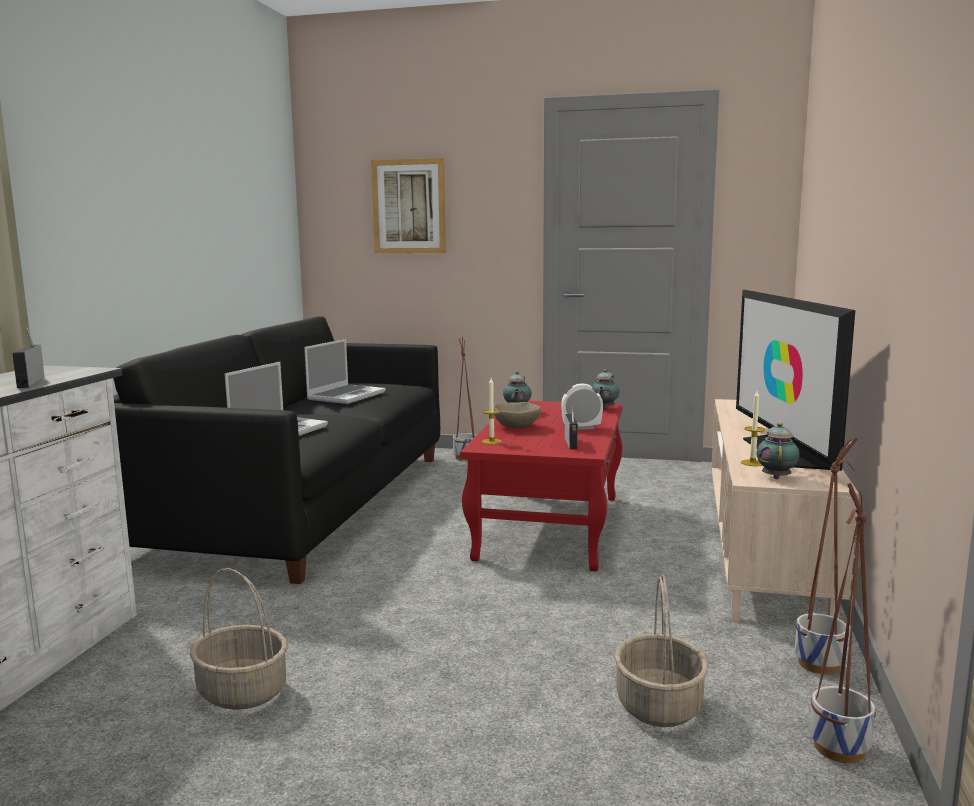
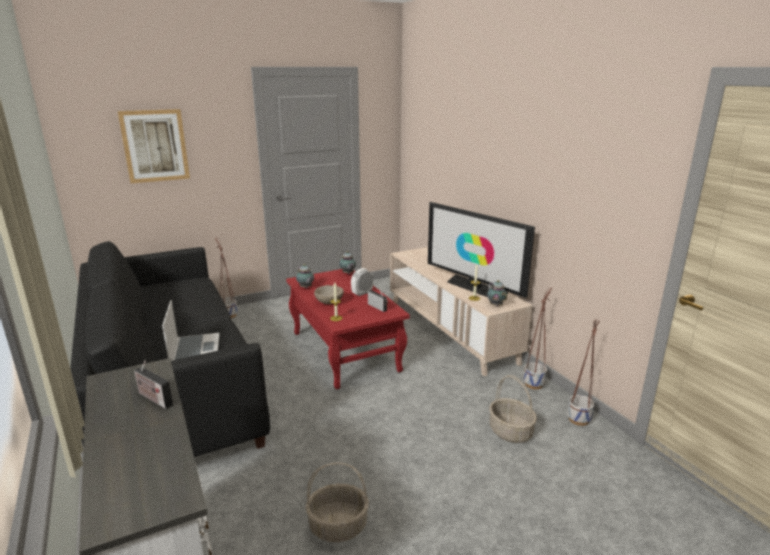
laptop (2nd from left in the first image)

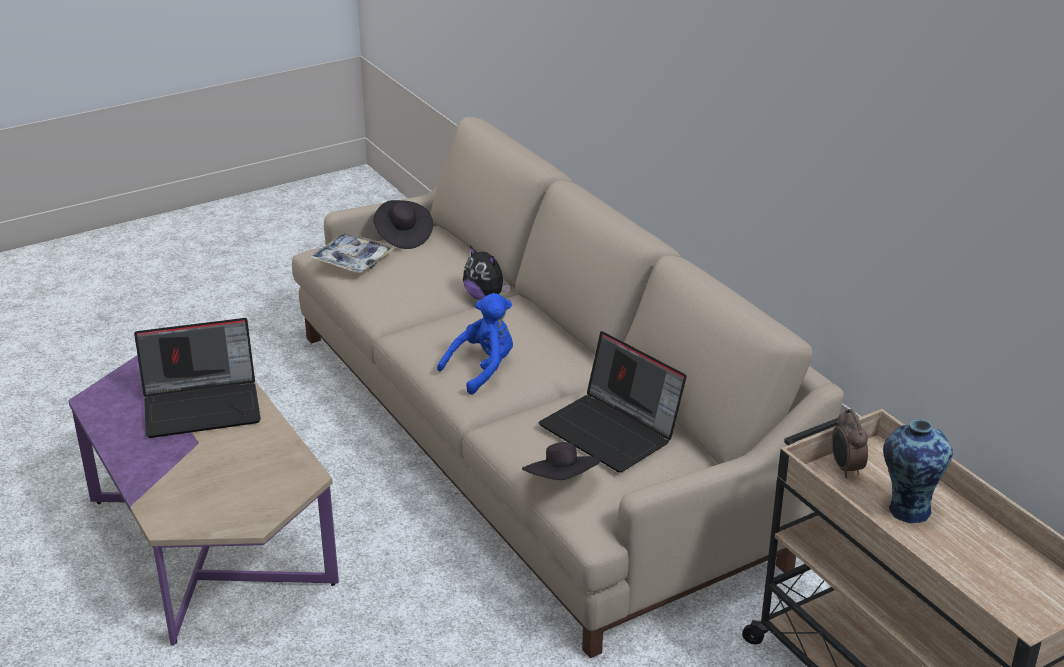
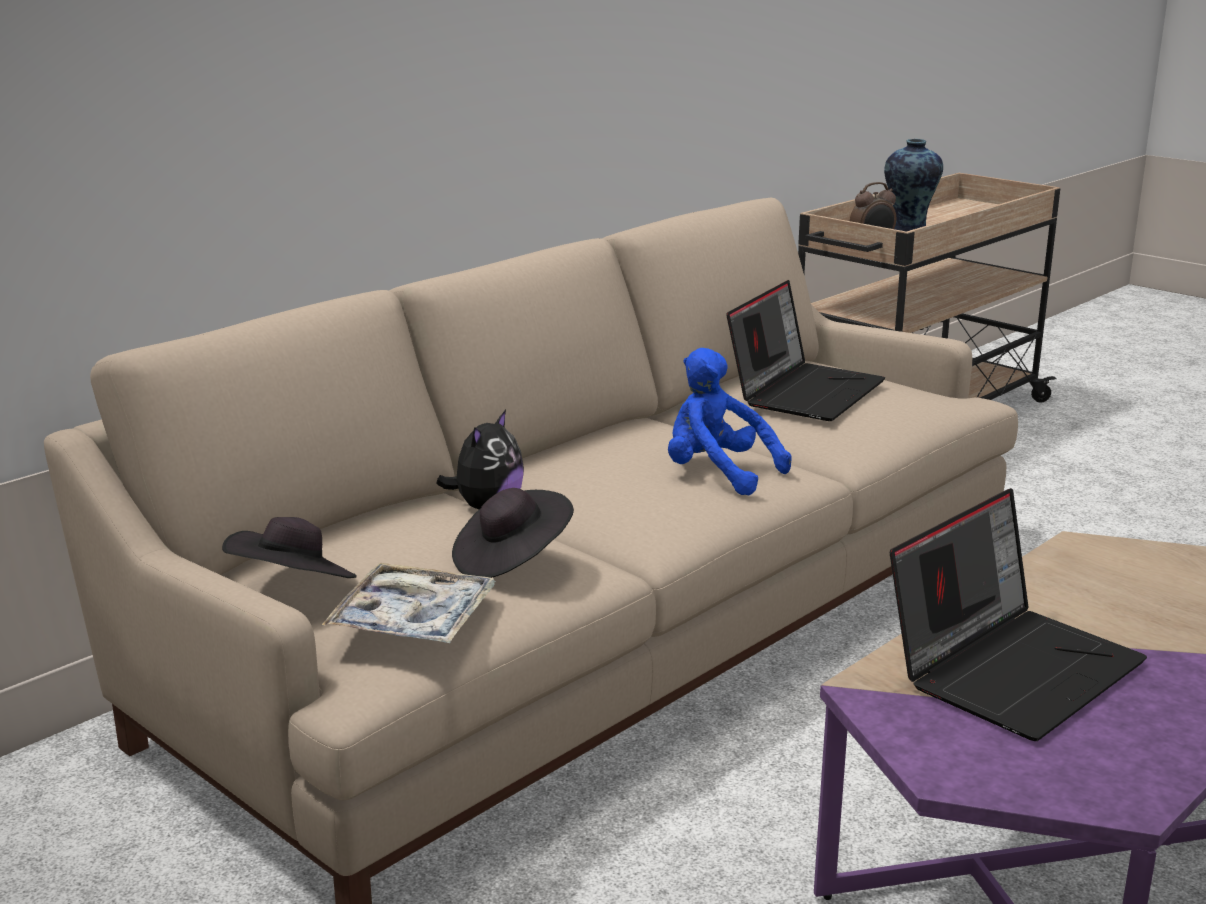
hat/black (2nd from left)
laptop (2nd from left)

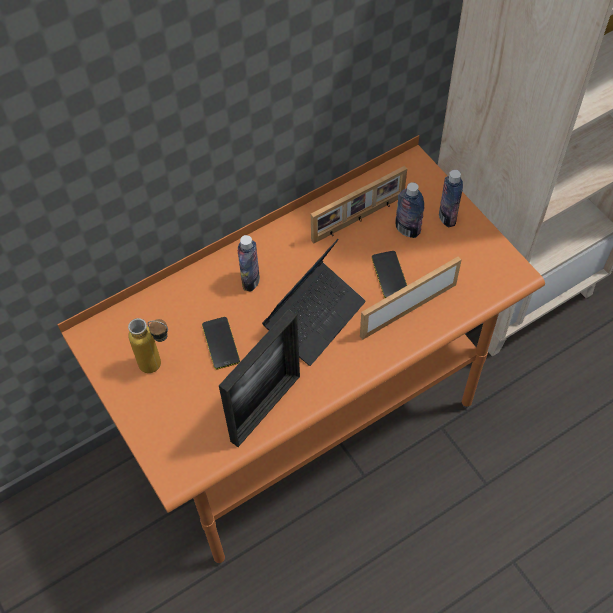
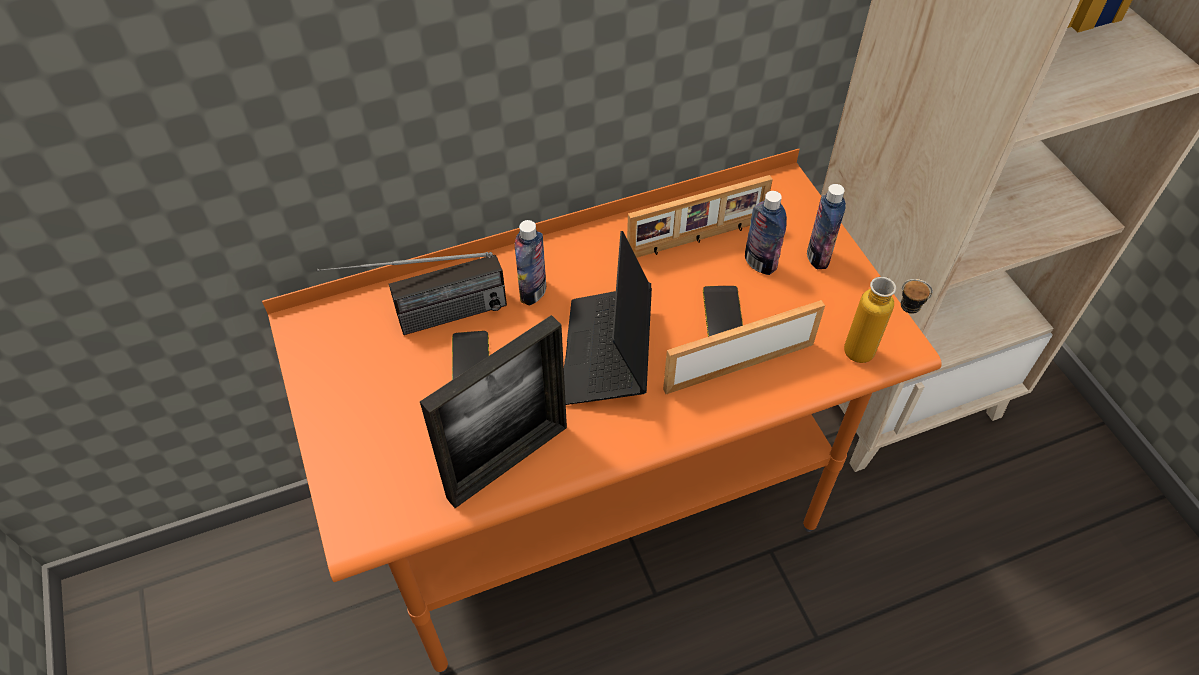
radio
laptop
bottle (4th from left)

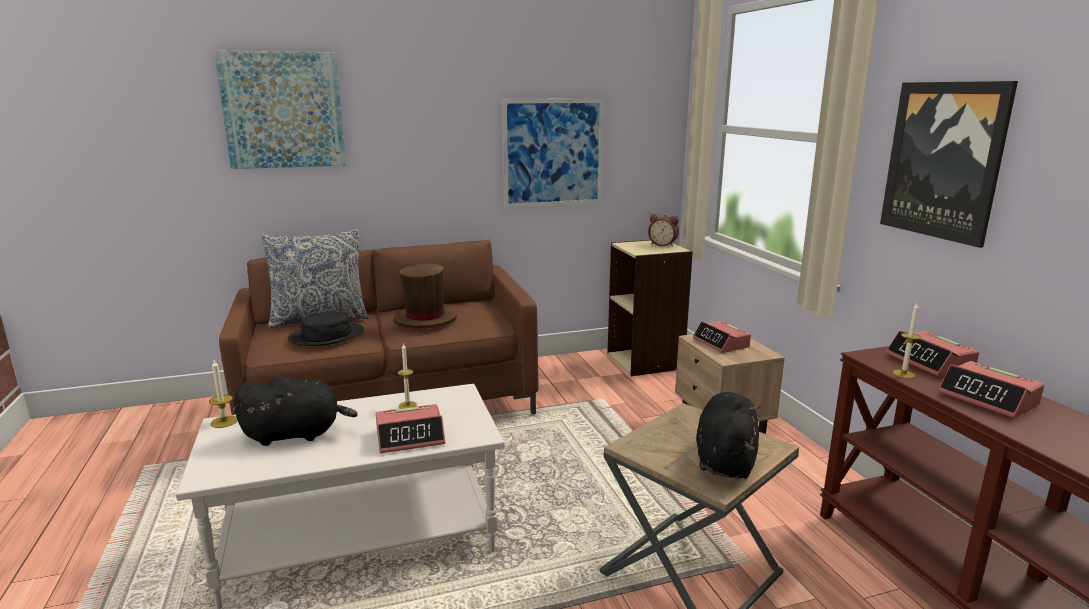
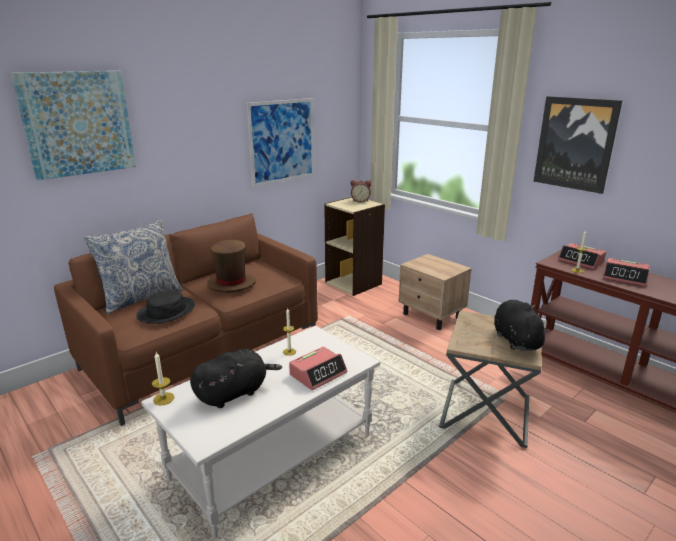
alarm clock (3rd from left in the first image)

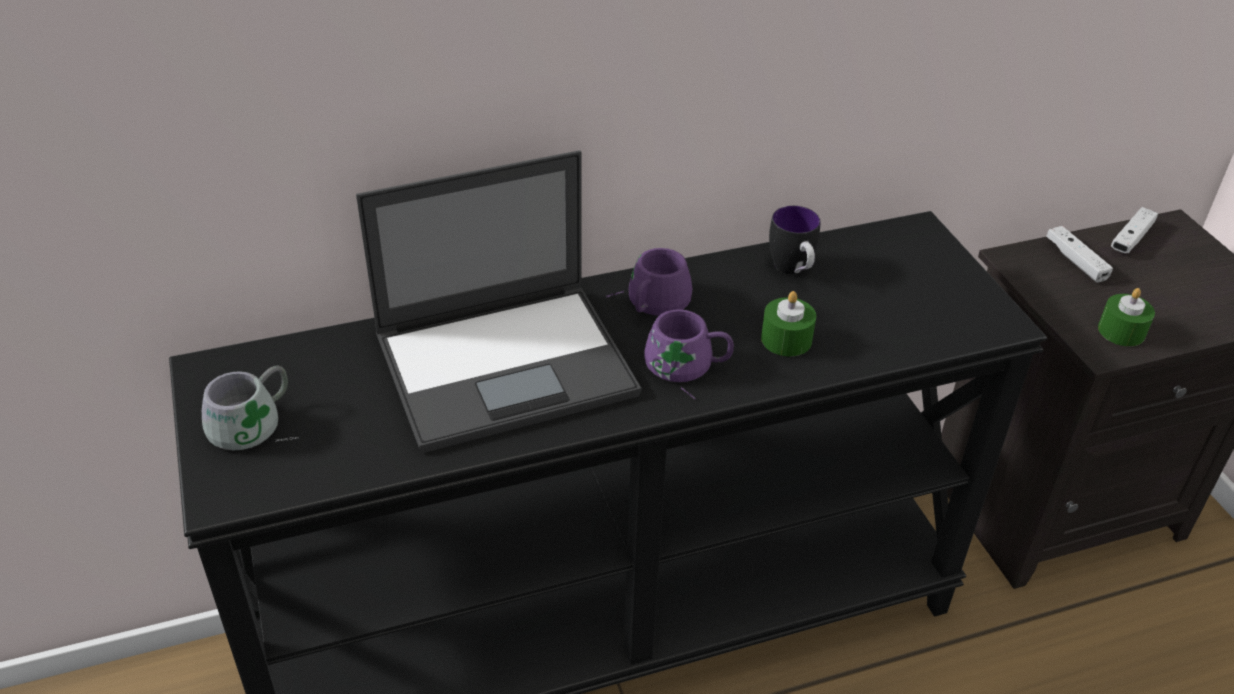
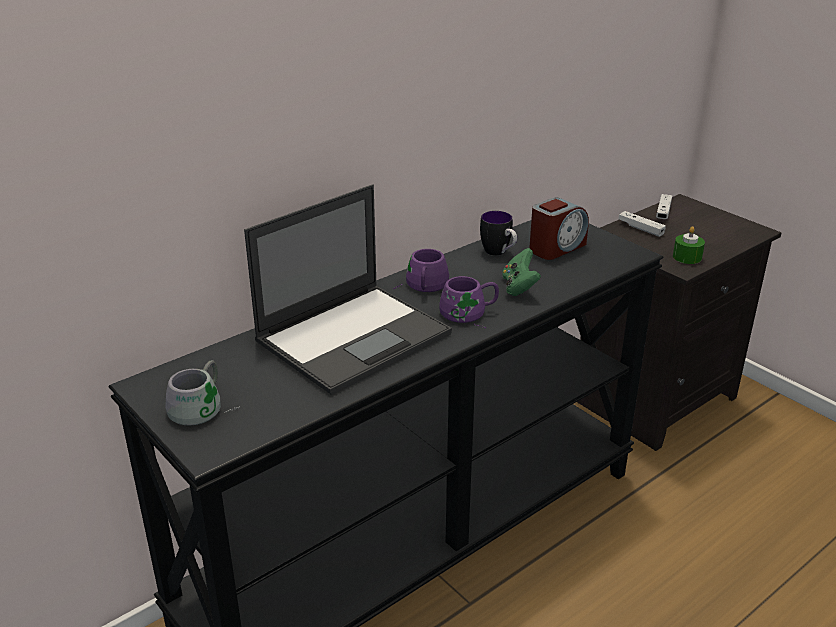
game controller/green
alarm clock

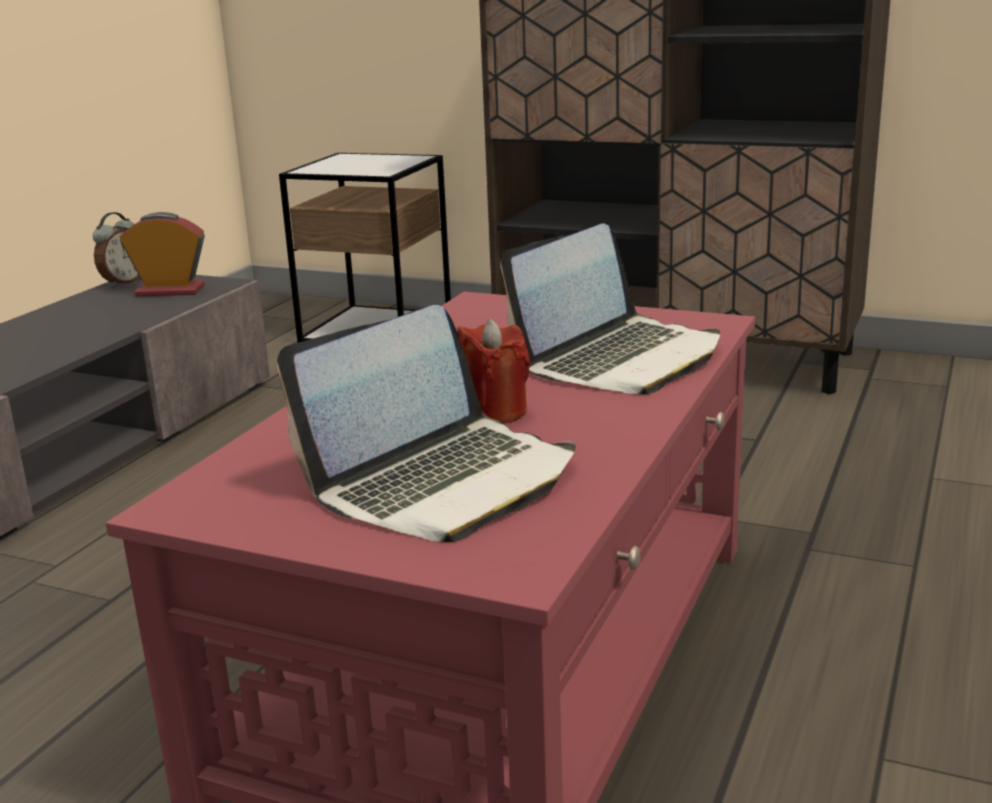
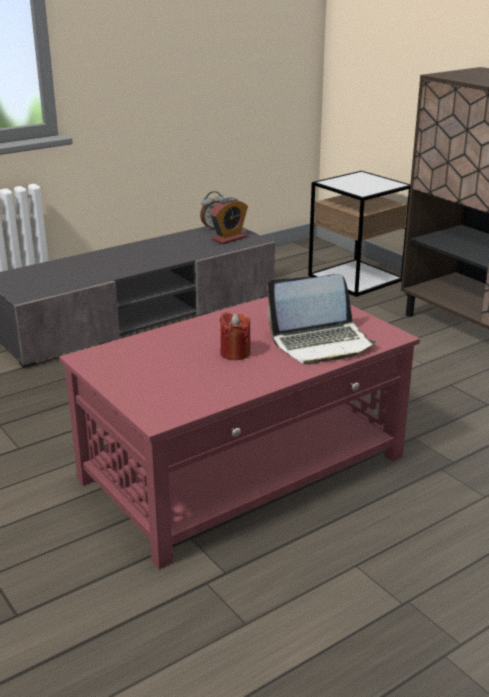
alarm clock (2nd from left)
laptop (1st from left in the first image)

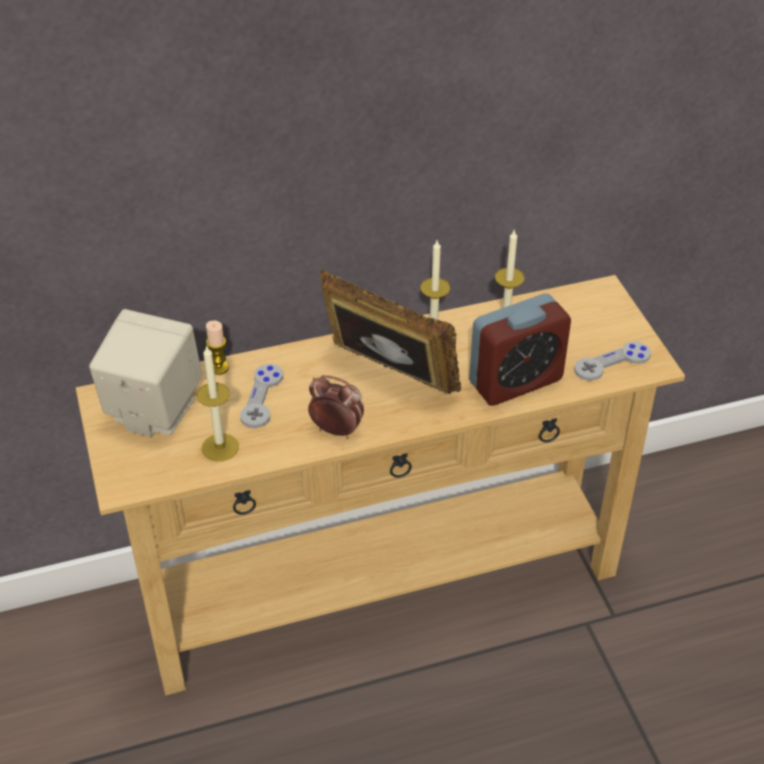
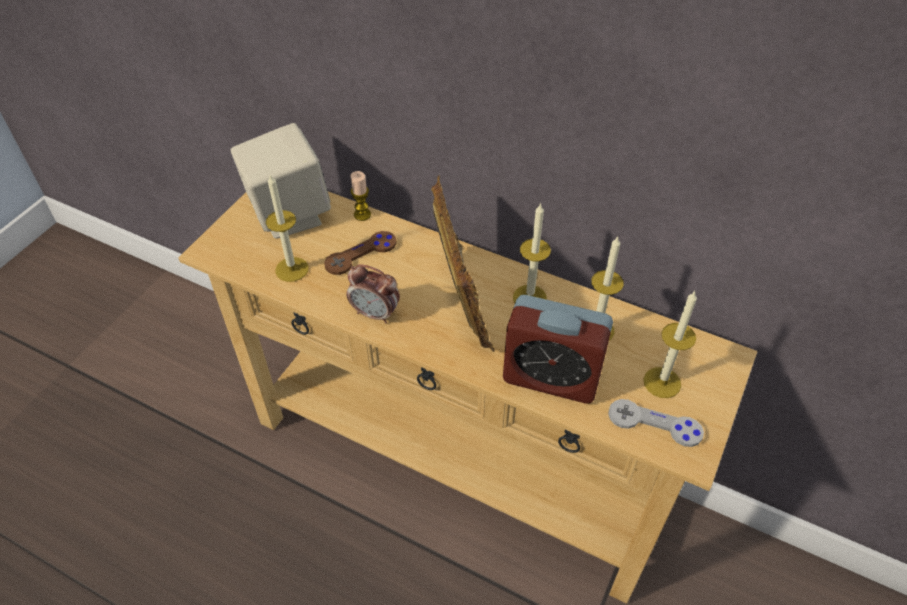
game controller/brown
alarm clock (1st from left)
candle (5th from left)

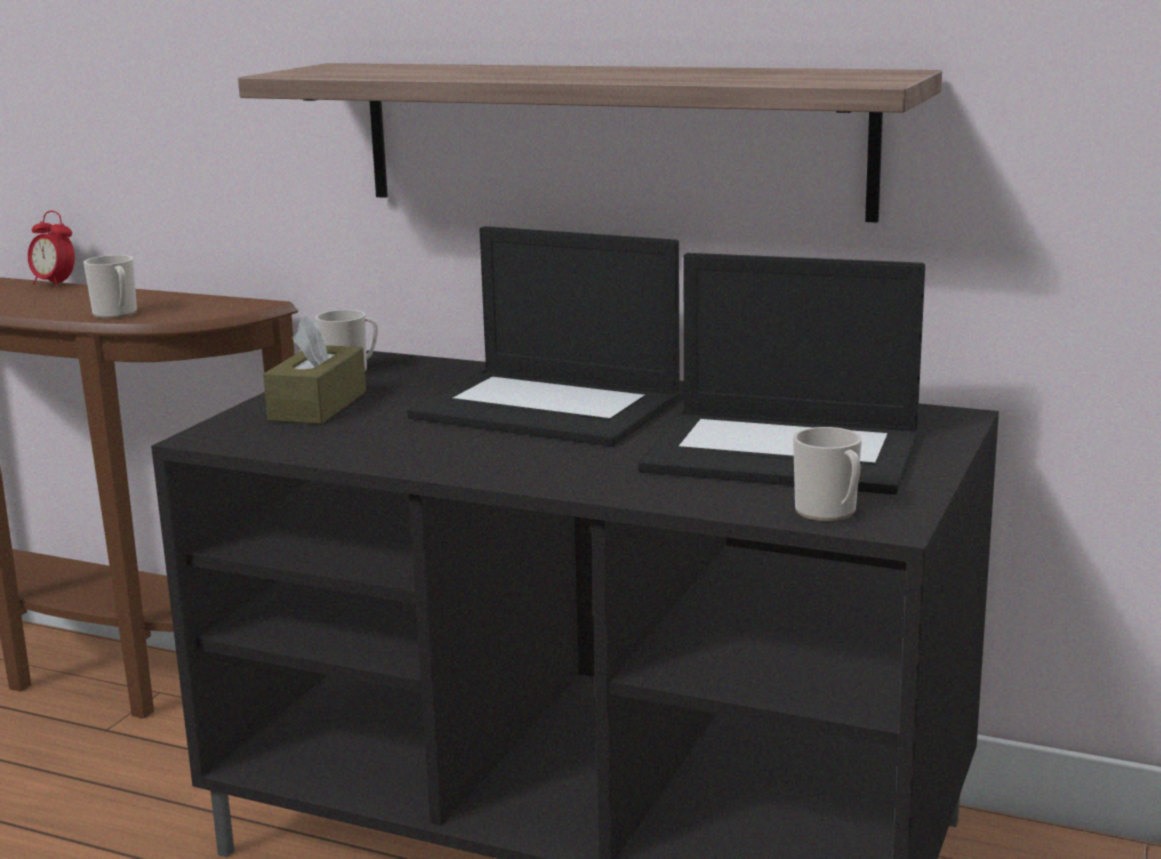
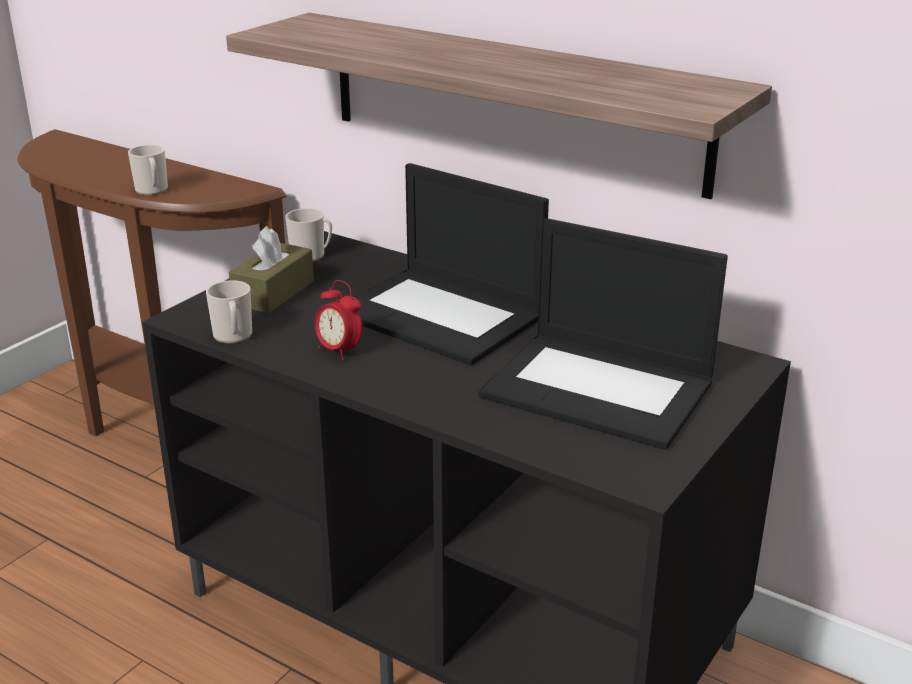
mug (2nd from left)
alarm clock

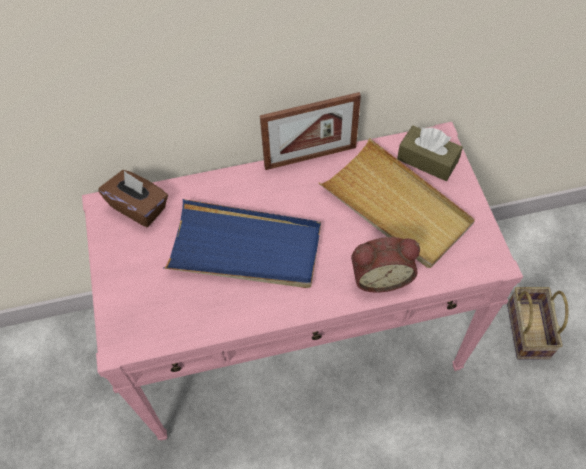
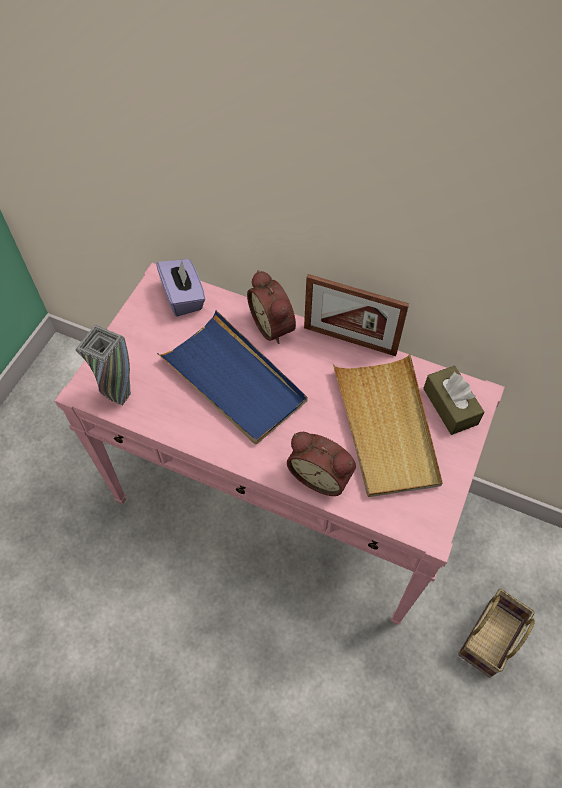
vase/grey
tissue box/purple
alarm clock (1st from left)

